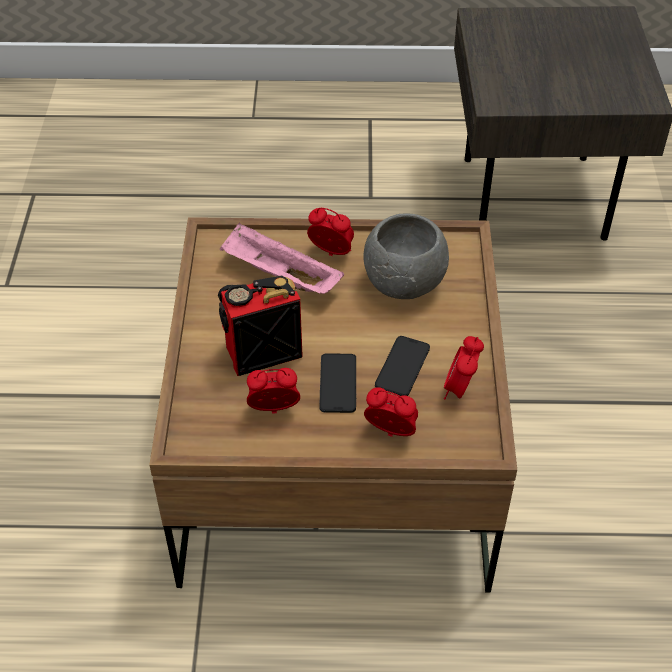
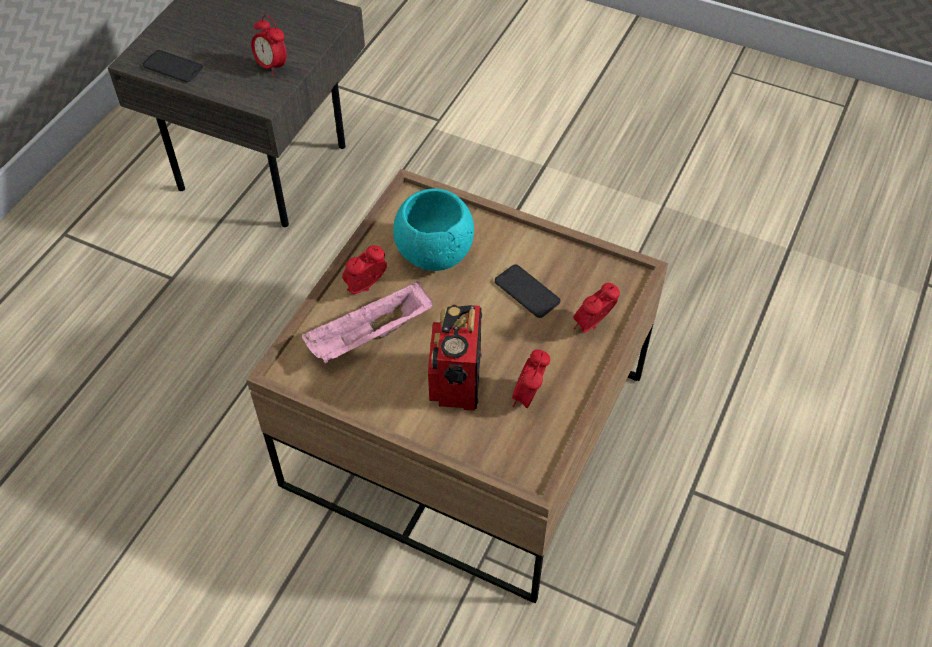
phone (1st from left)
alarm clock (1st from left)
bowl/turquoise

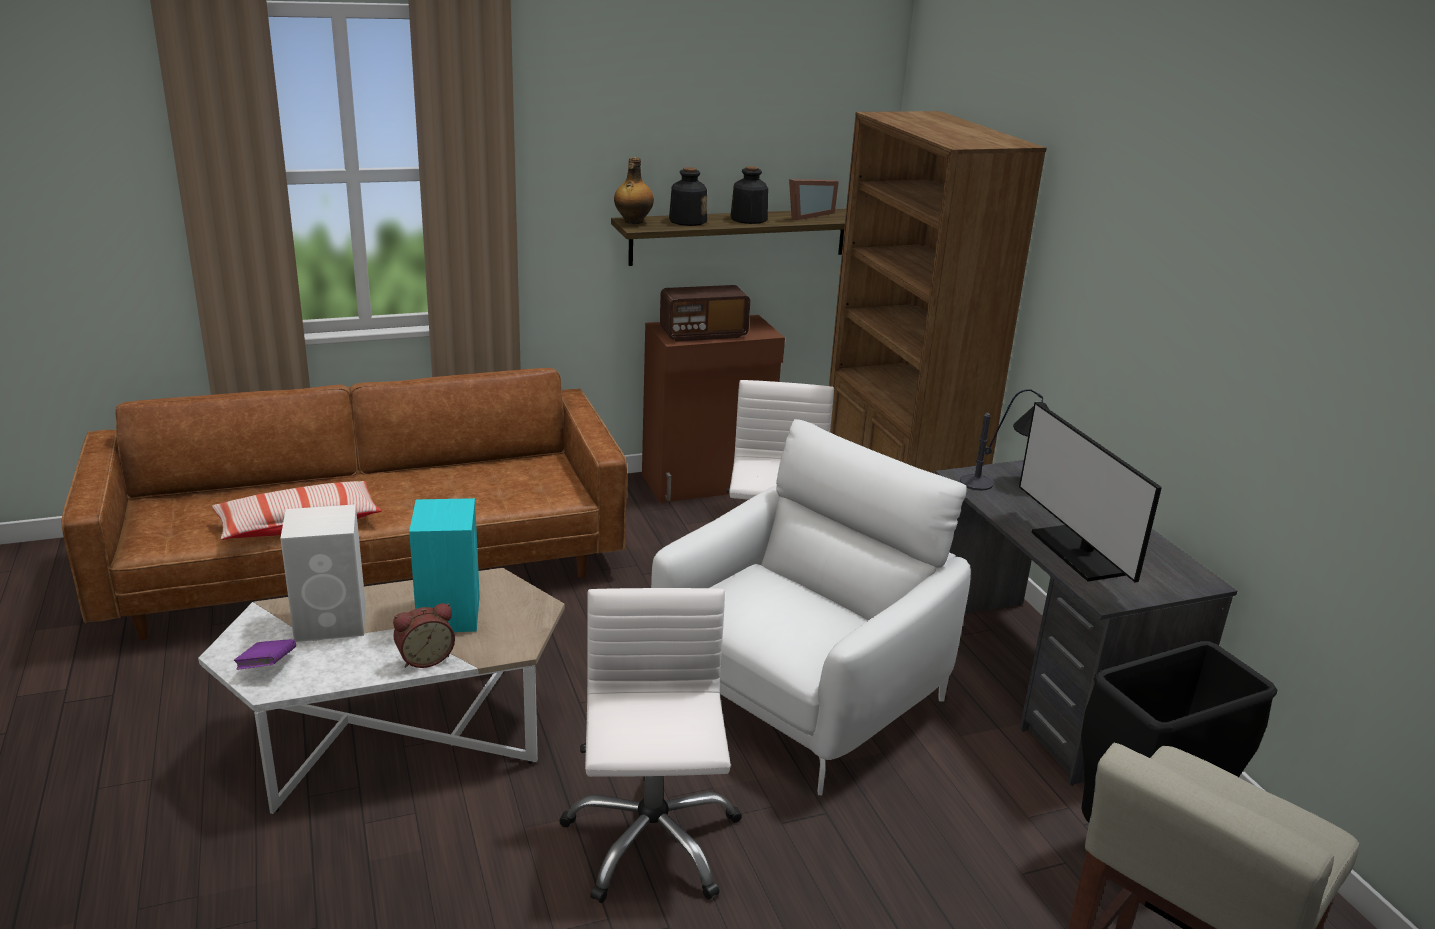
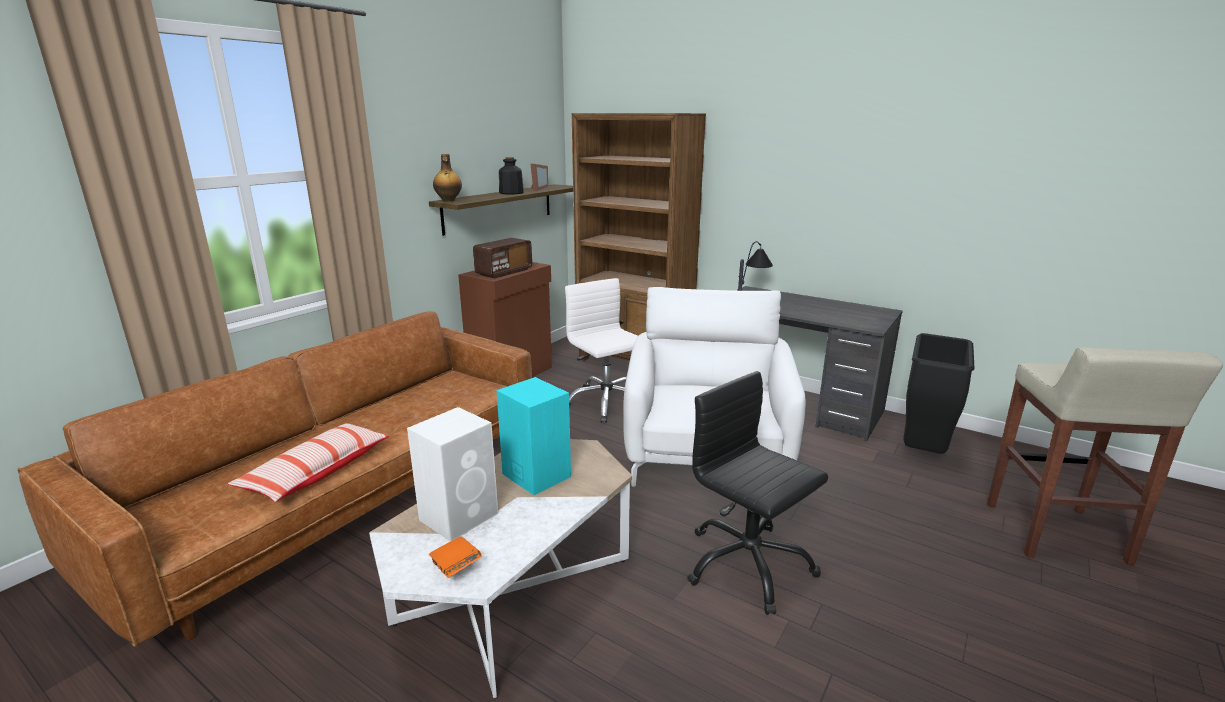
book/orange
office chair/black
alarm clock
bottle (2nd from left in the first image)
monitor

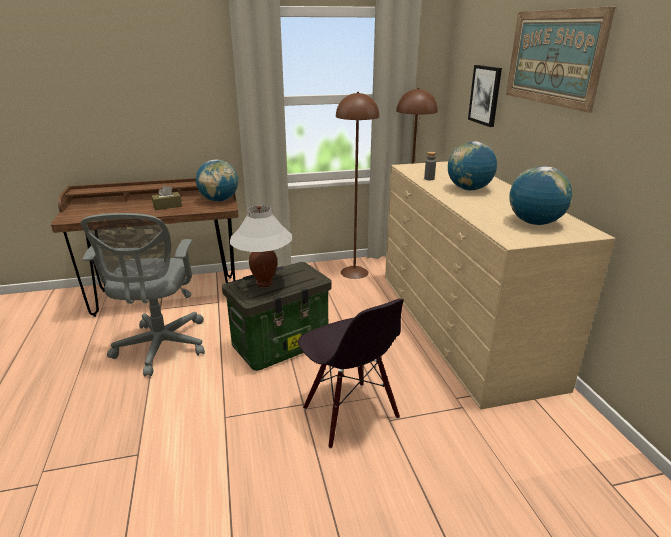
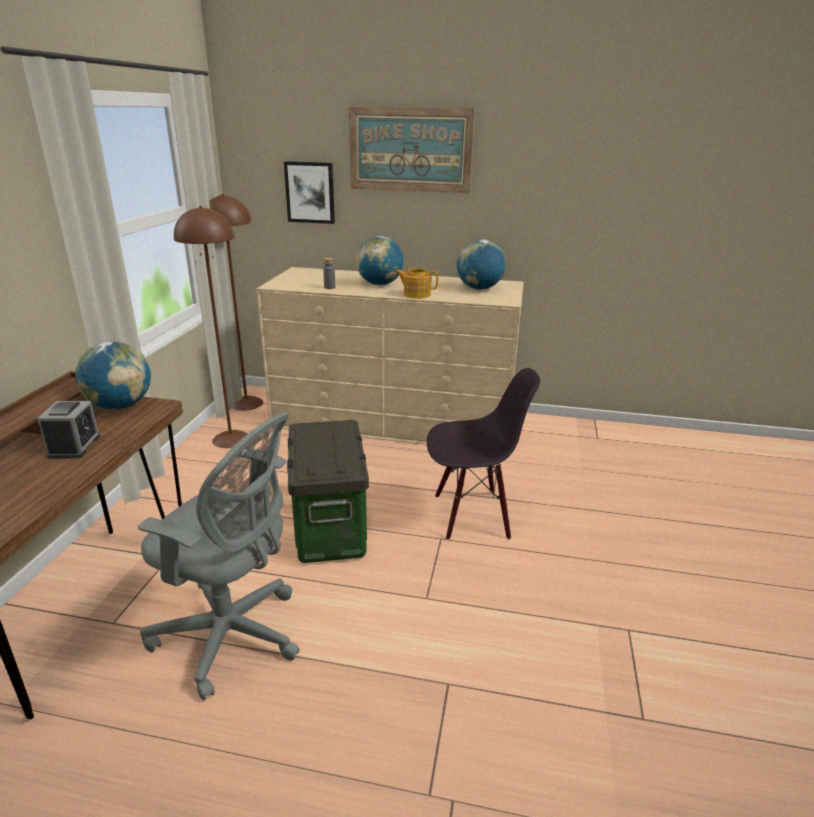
alarm clock
teapot
table lamp/white

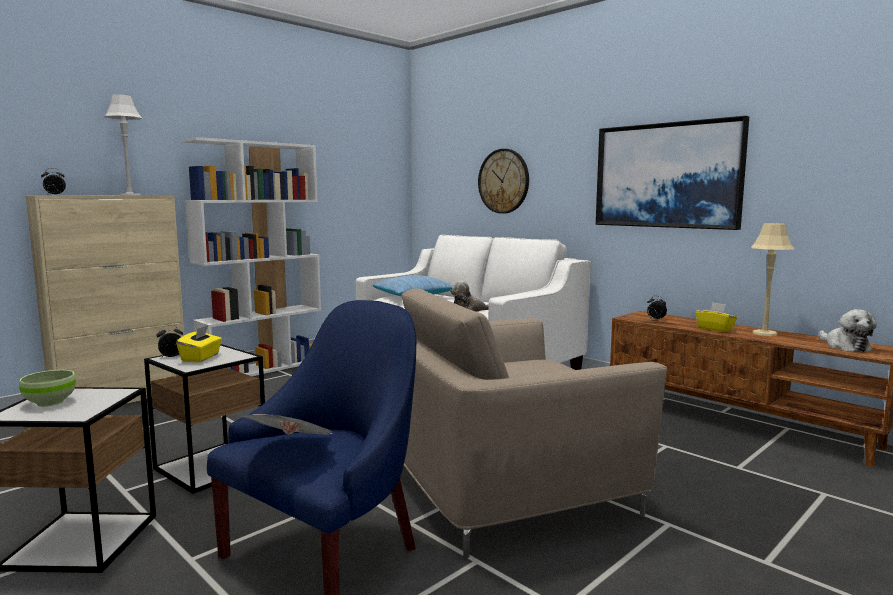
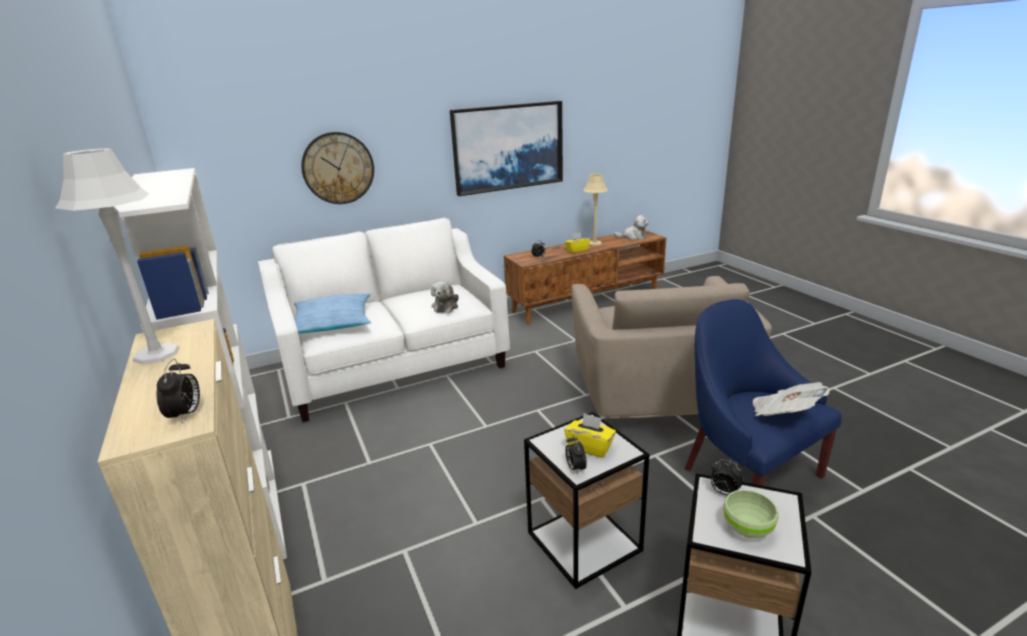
alarm clock (4th from left)

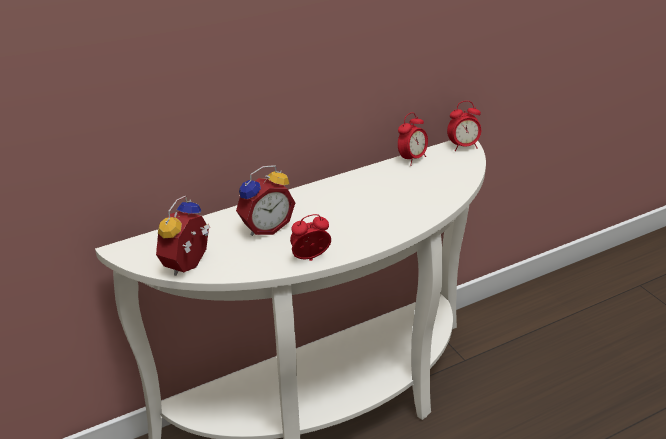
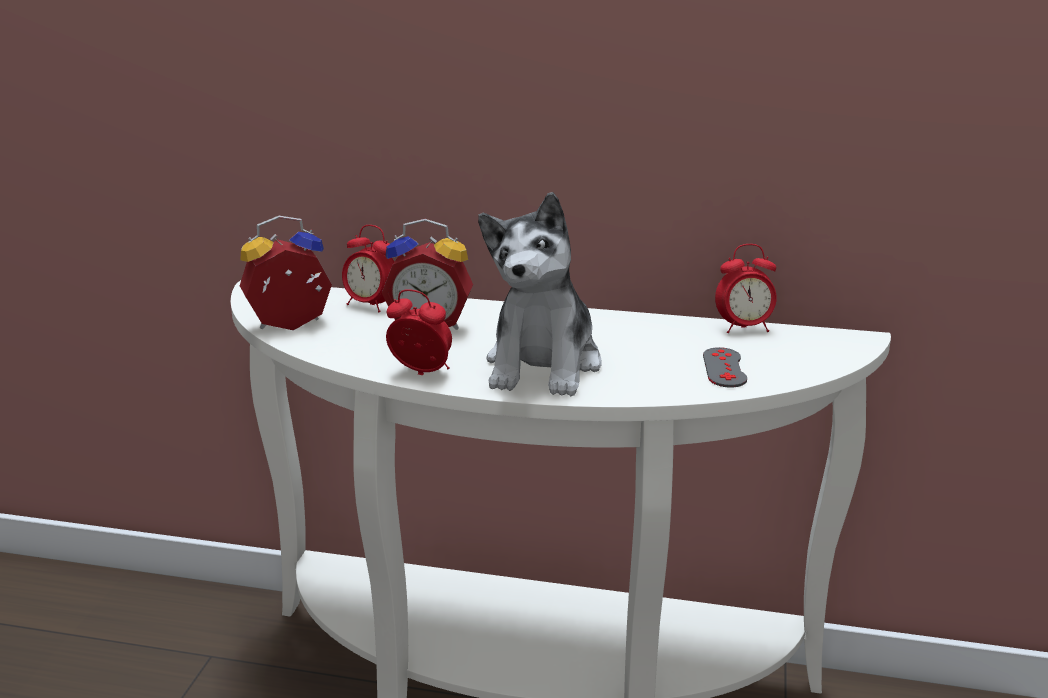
alarm clock (2nd from left)
plush toy
game controller/grey

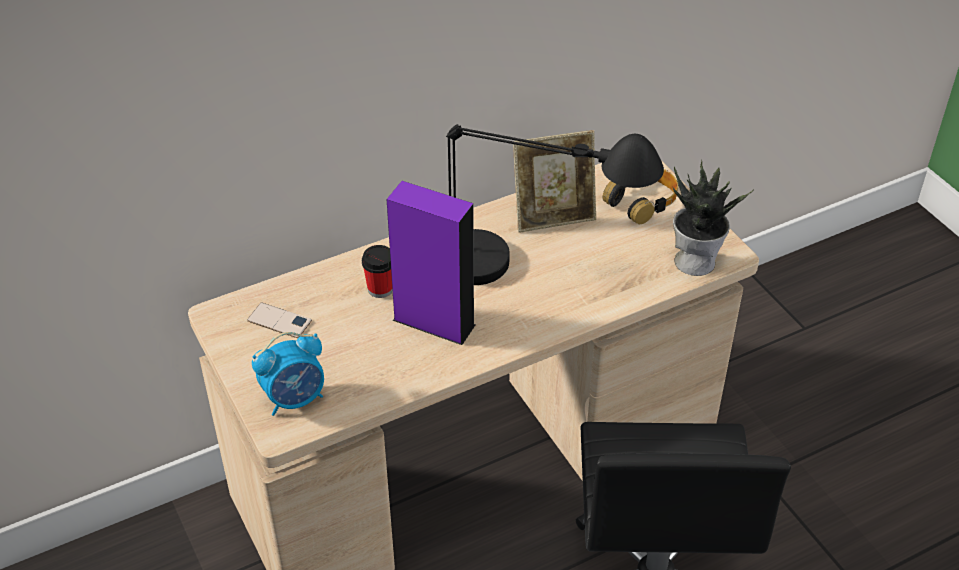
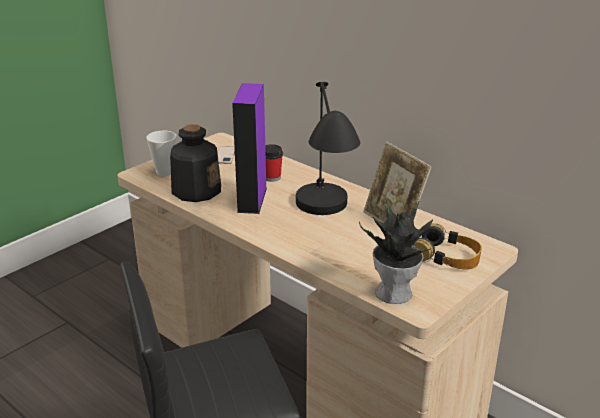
cup (1st from left)
bottle

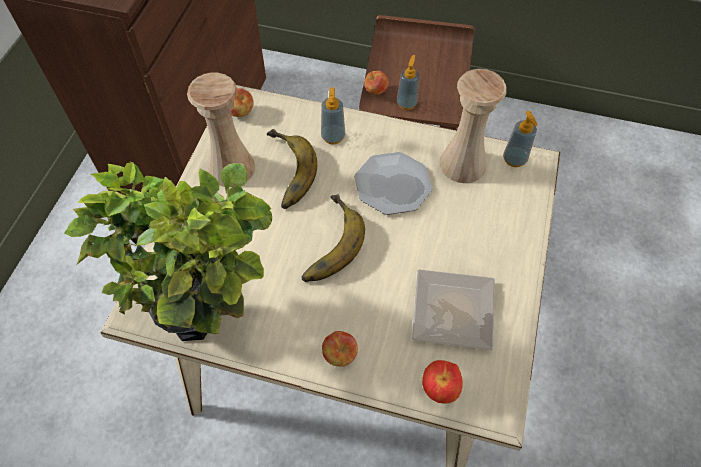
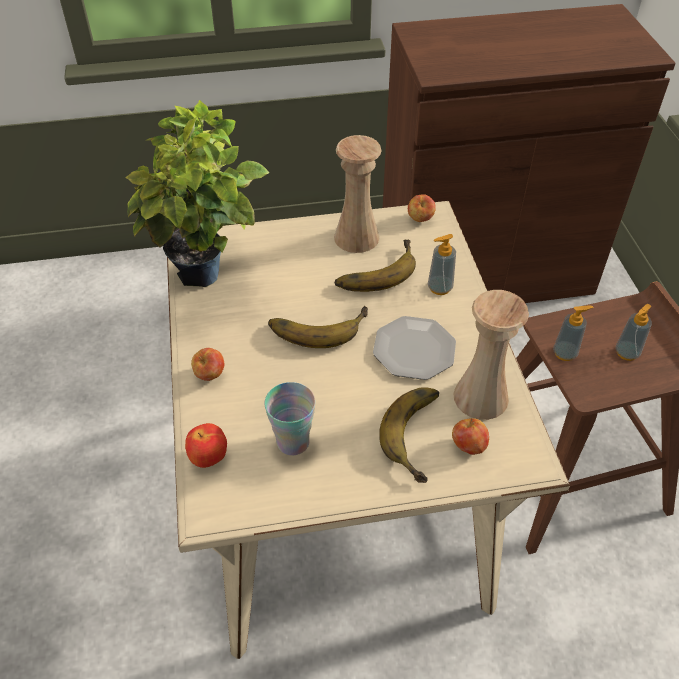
cup
banana (3rd from left)
apple (4th from left)
soap dispenser (3rd from left)

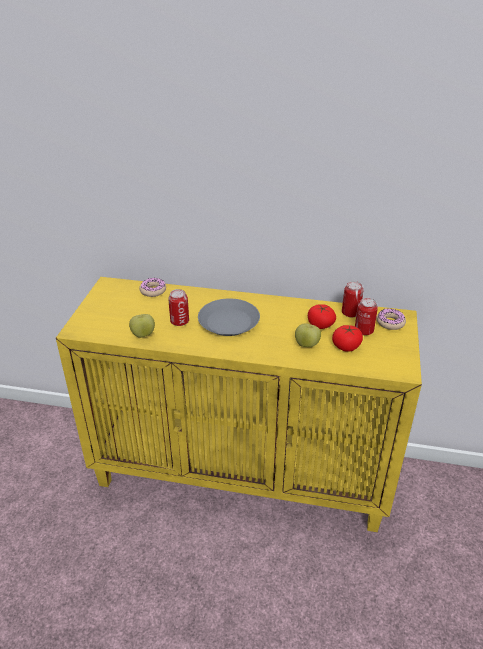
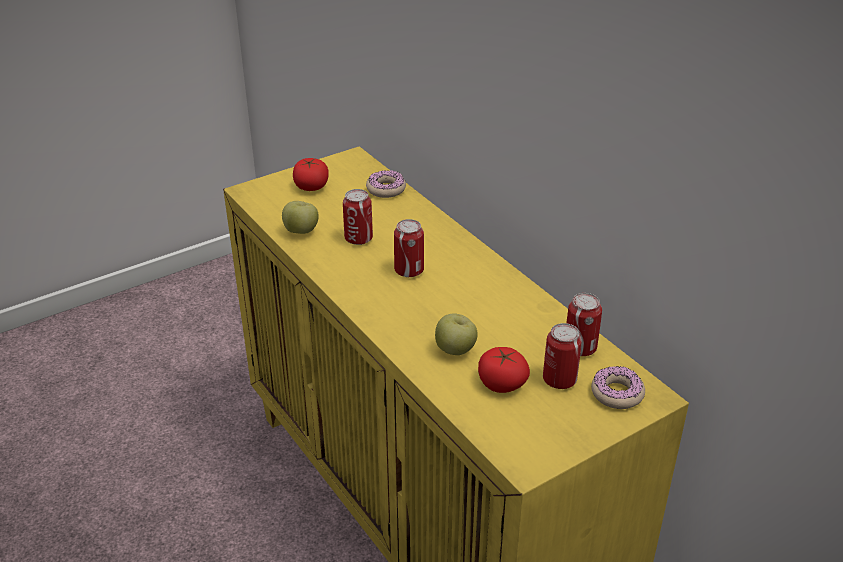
tomato (1st from left)
can (2nd from left)

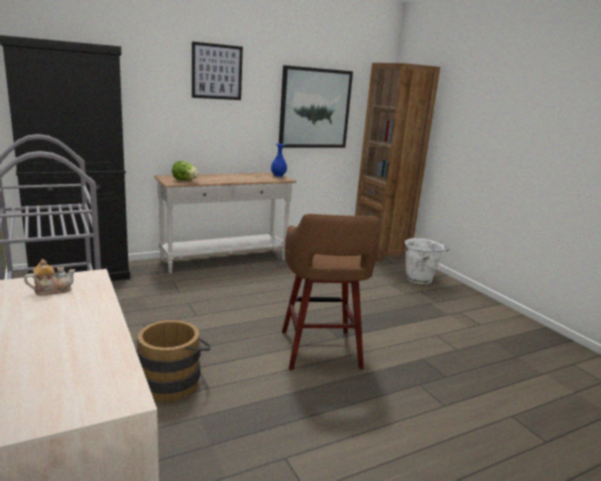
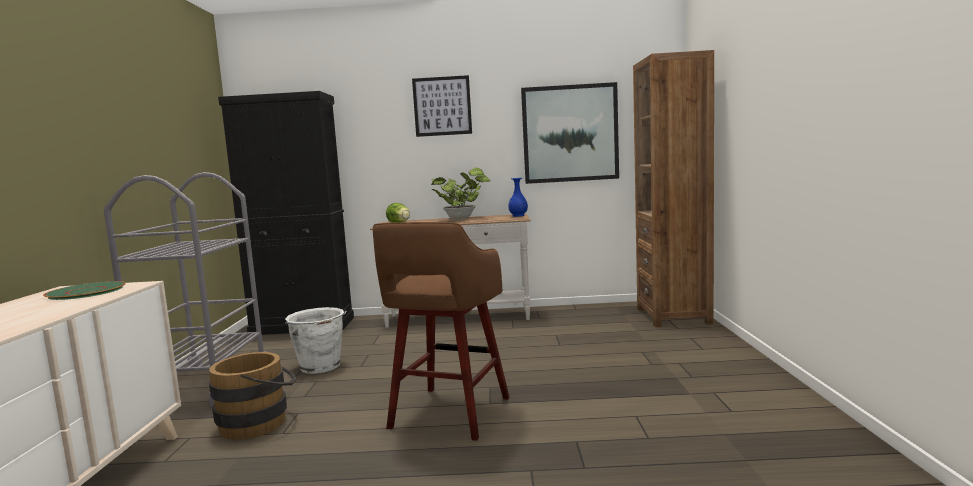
plate/green
bucket/white
potted plant

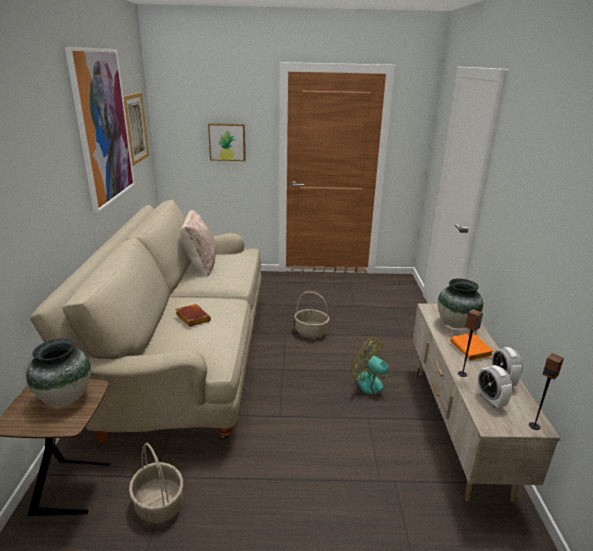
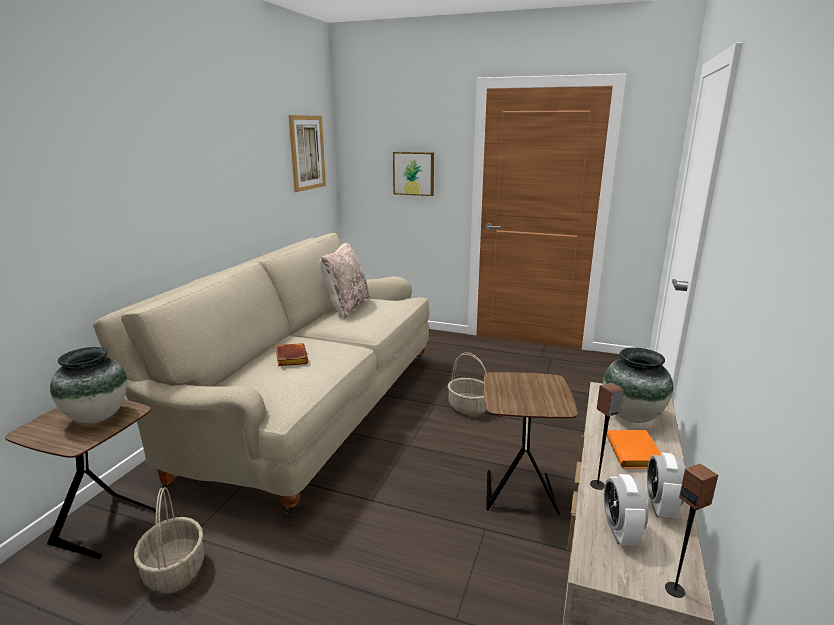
side table/brown (2nd from left)
picture (1st from left in the first image)

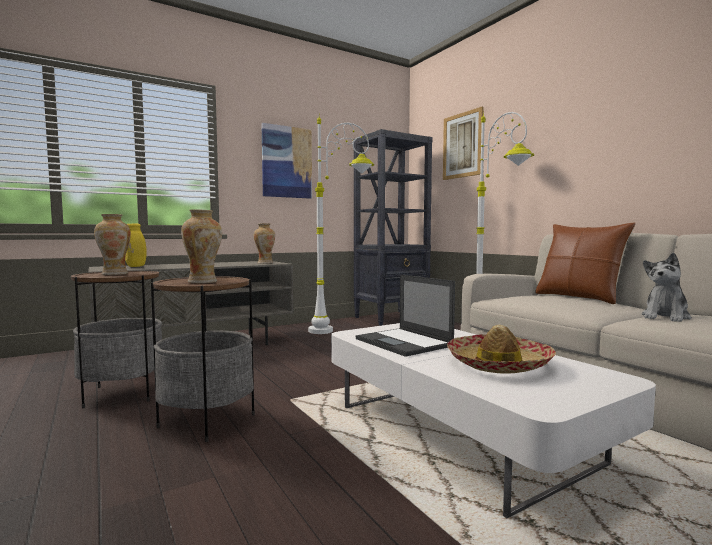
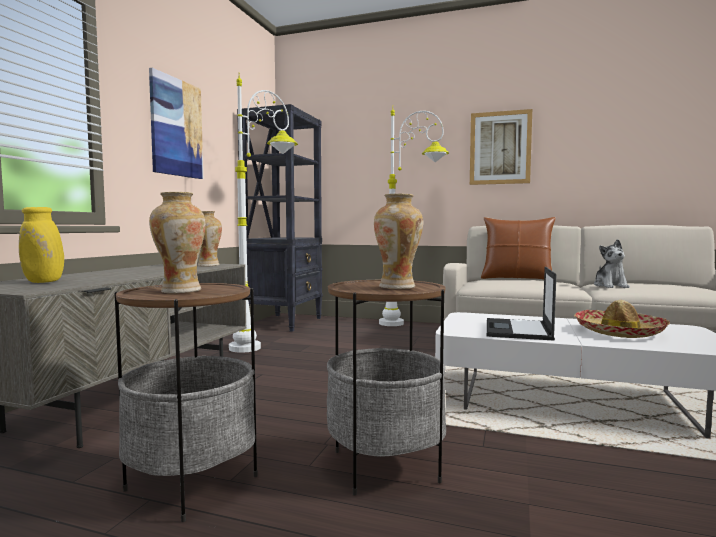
picture (2nd from left)
laptop

